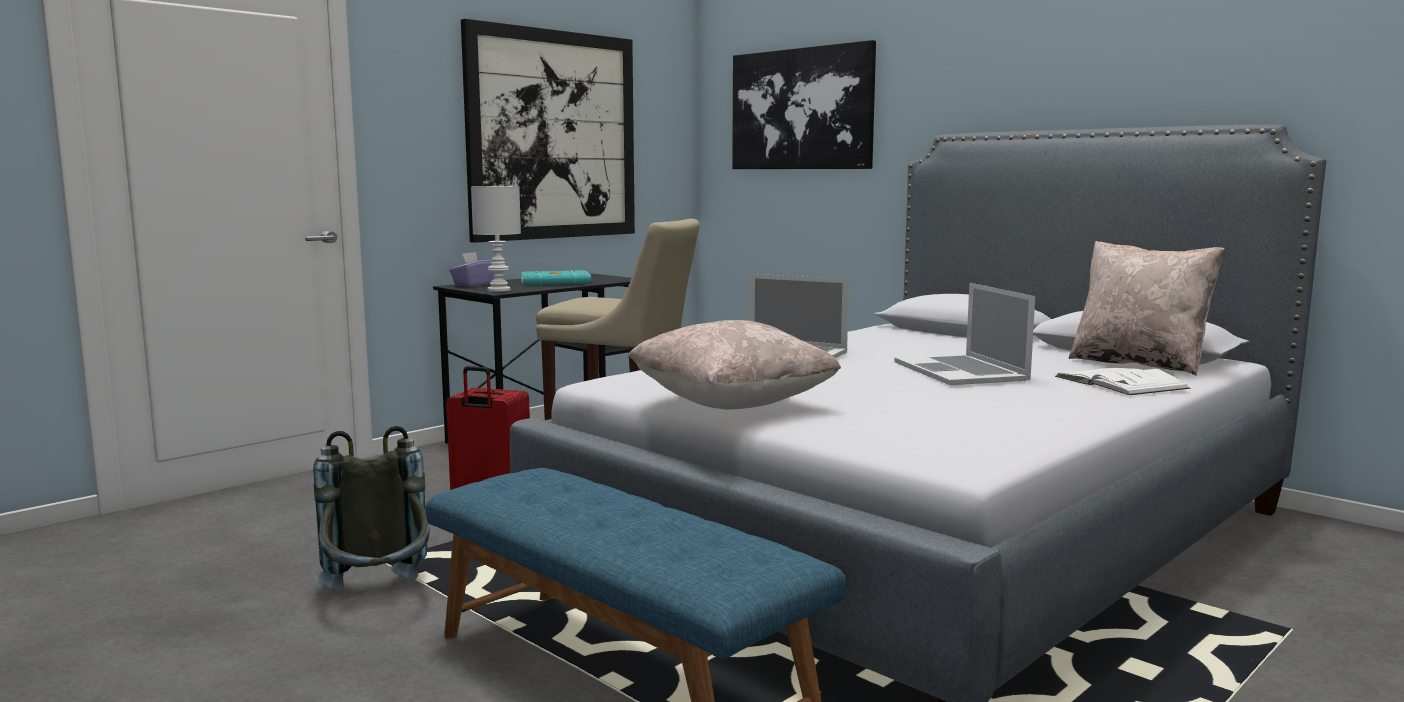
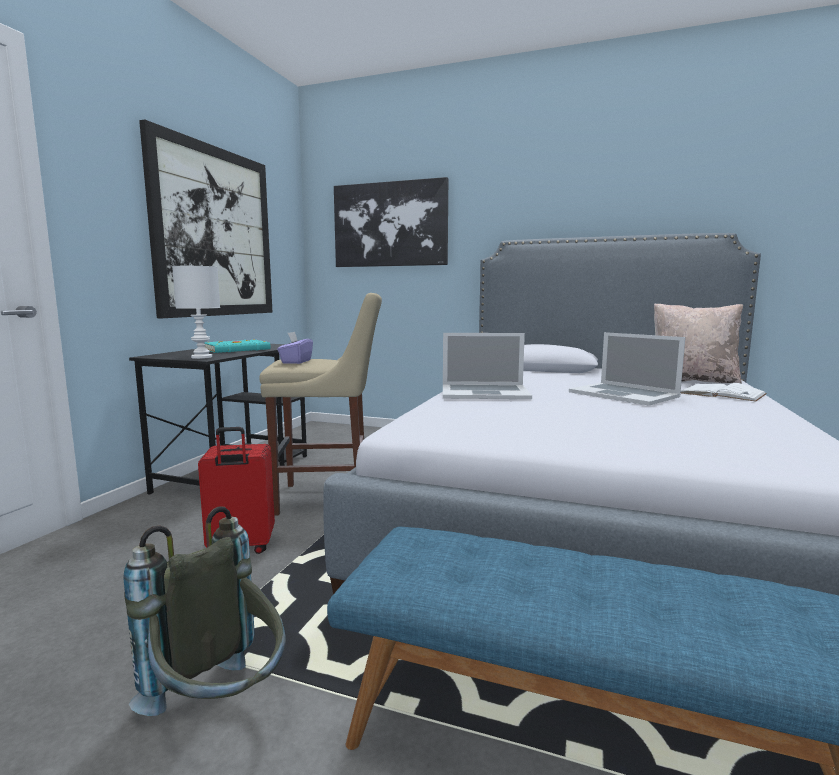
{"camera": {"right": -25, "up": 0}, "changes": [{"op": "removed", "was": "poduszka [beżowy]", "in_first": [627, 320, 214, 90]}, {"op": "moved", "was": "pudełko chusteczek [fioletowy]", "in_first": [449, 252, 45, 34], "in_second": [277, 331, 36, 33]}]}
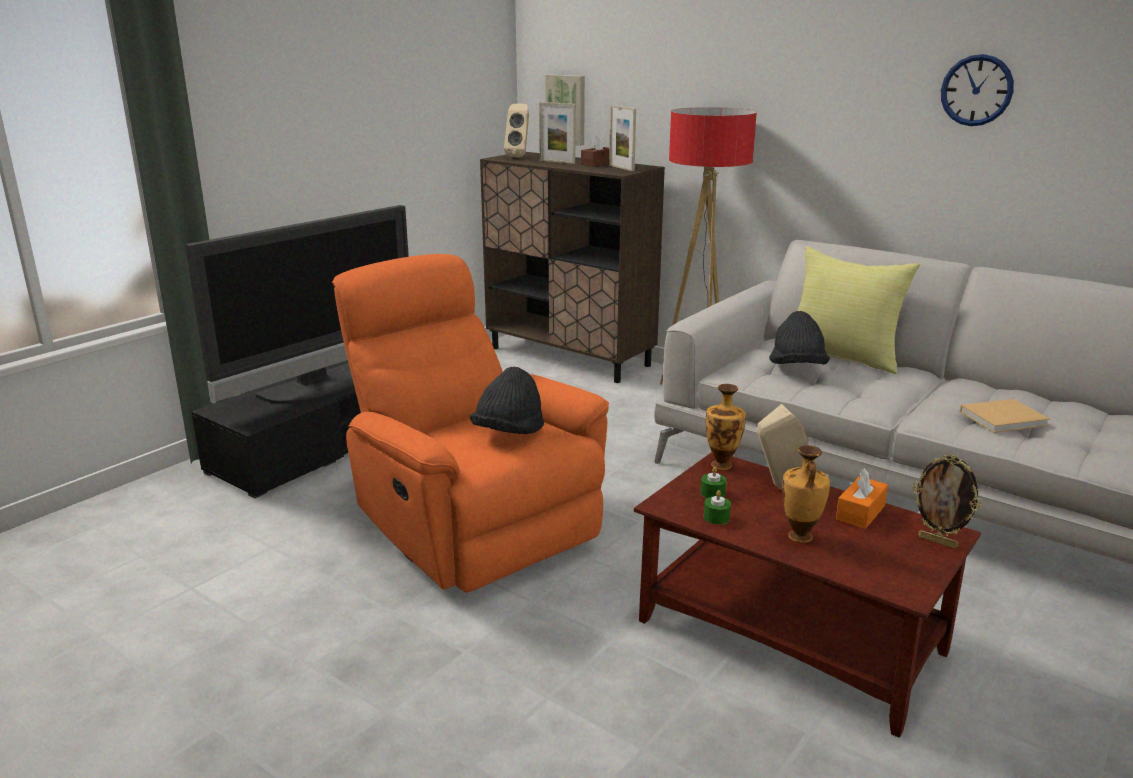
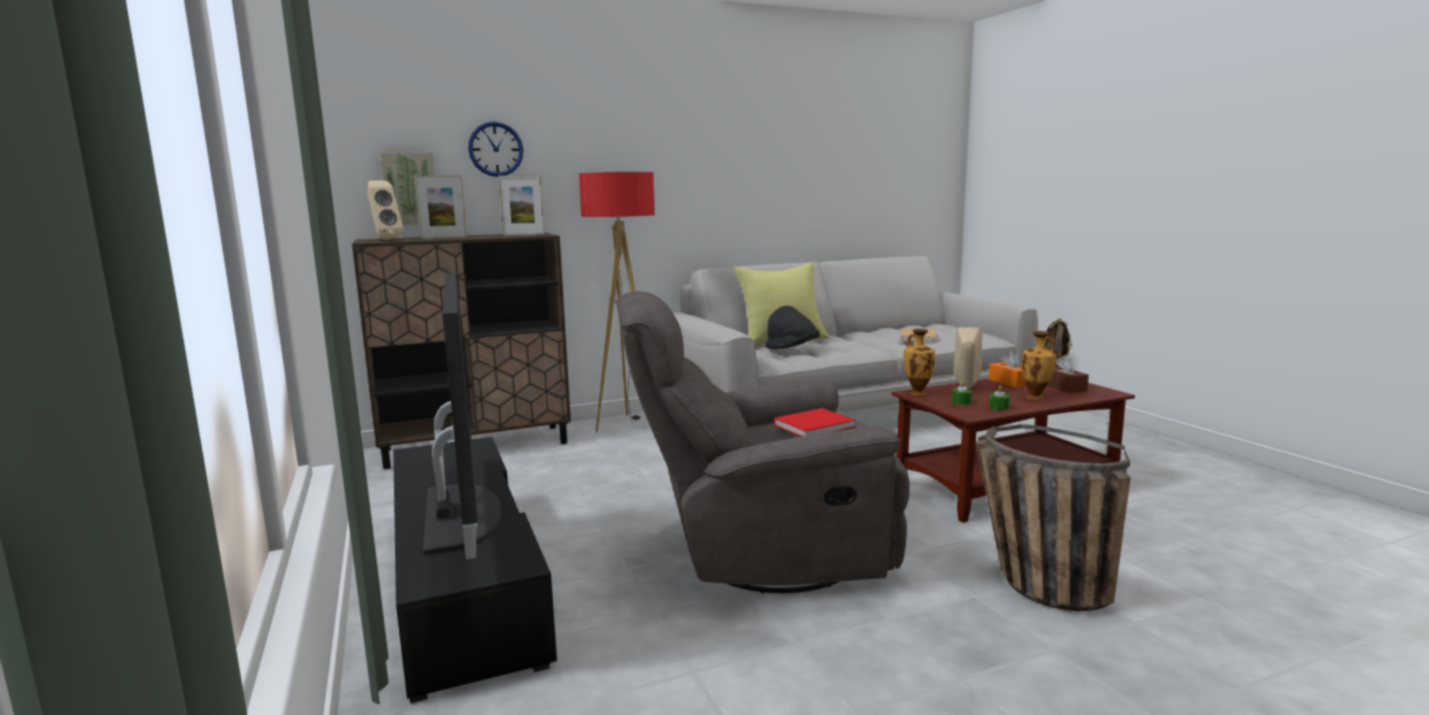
{"camera": {"right": -60, "up": -10}, "changes": [{"op": "added", "now": "koszyk", "in_second": [976, 424, 155, 187]}, {"op": "moved", "was": "pudełko chusteczek [brązowy]", "in_first": [581, 135, 29, 32], "in_second": [1047, 355, 42, 38]}, {"op": "moved", "was": "zegar ścienny", "in_first": [941, 54, 73, 72], "in_second": [468, 122, 55, 55]}, {"op": "replaced", "was": "kapelusz [czarny]", "now": "książka [czerwony]", "in_first": [470, 367, 74, 67], "in_second": [774, 408, 81, 29]}, {"op": "recoloured", "was": "fotel [pomarańczowy]", "now": "fotel [szary]", "in_first": [332, 254, 277, 338], "in_second": [615, 291, 295, 302]}]}
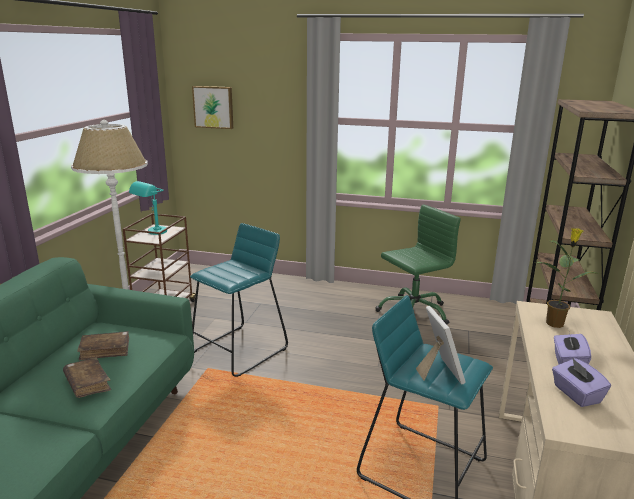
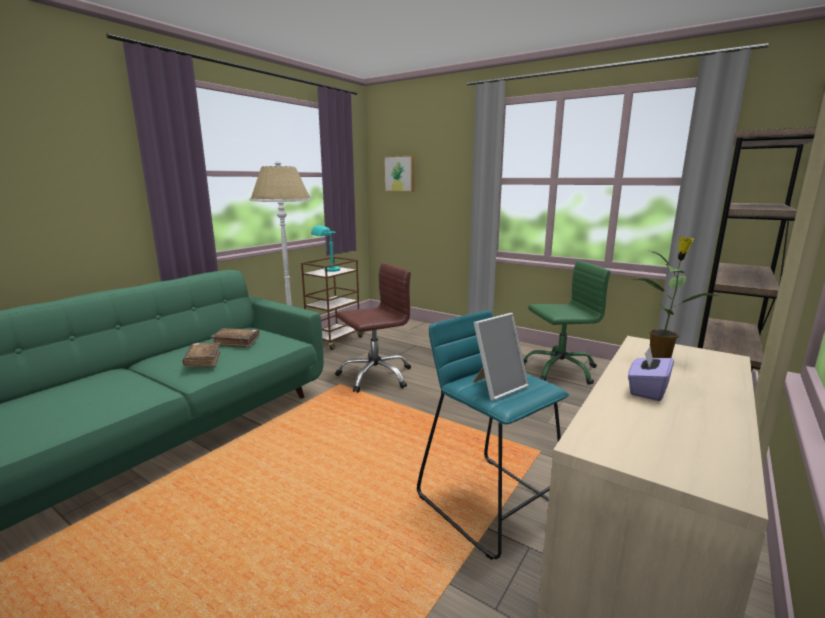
{"camera": {"right": 20, "up": -5}, "changes": [{"op": "removed", "was": "pudełko chusteczek [fioletowy]", "in_first": [552, 358, 59, 49]}, {"op": "replaced", "was": "stołek [turkusowy]", "now": "krzesło biurowe [brązowy]", "in_first": [190, 223, 98, 154], "in_second": [335, 262, 76, 131]}, {"op": "turned", "was": "ramka na zdjęcie", "in_first": [416, 306, 49, 78], "in_second": [473, 313, 56, 88], "clockwise": 45}]}
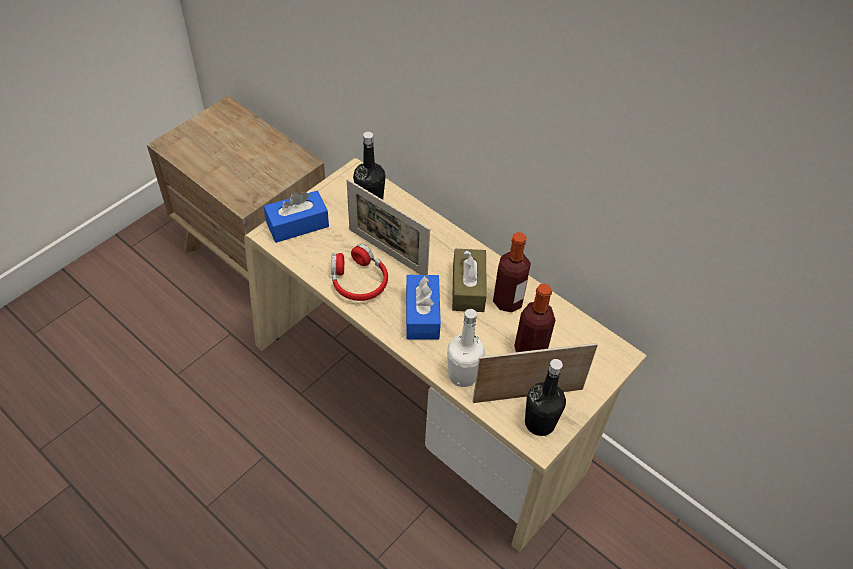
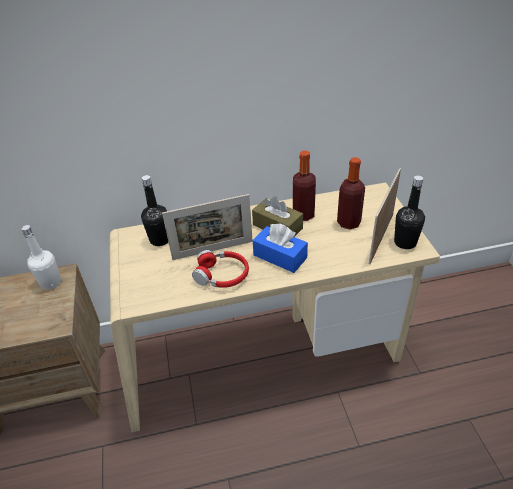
{"camera": {"right": -50, "up": -10}, "changes": [{"op": "removed", "was": "pudełko chusteczek [niebieski]", "in_first": [264, 191, 65, 52]}, {"op": "moved", "was": "butelka [biały]", "in_first": [447, 309, 38, 78], "in_second": [21, 225, 40, 65]}]}
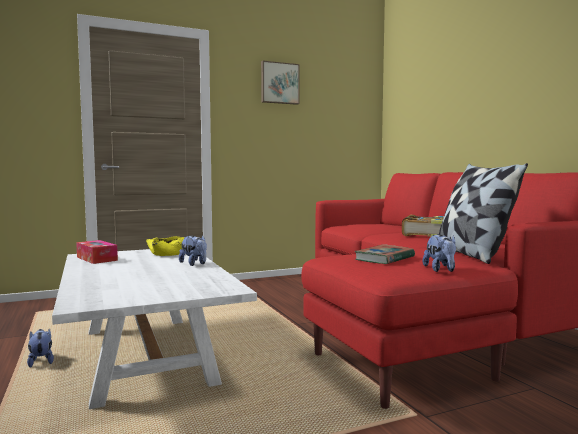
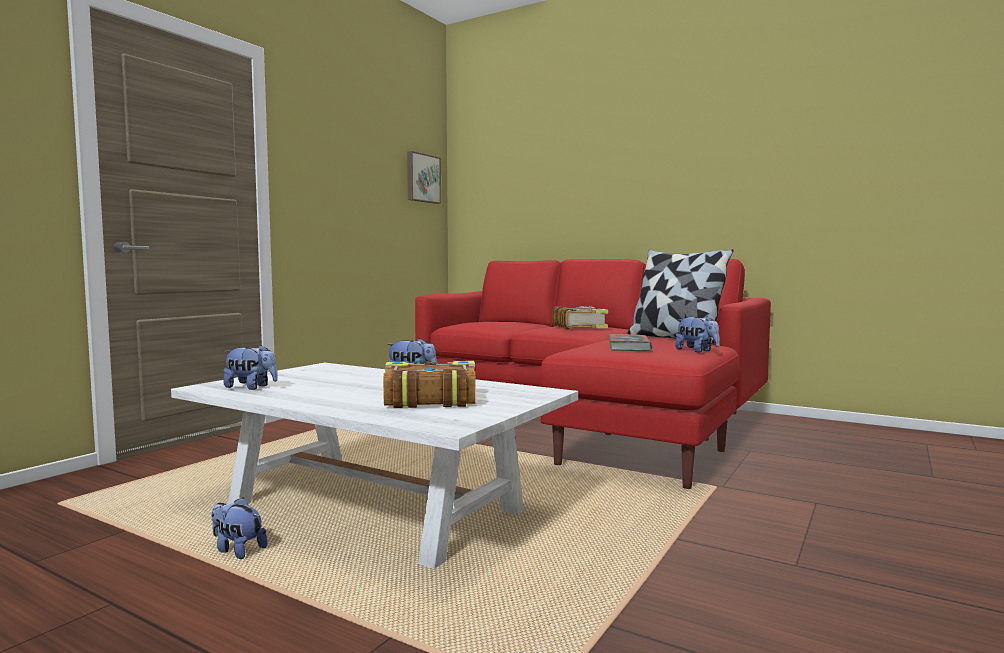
{"camera": {"right": -35, "up": 0}, "changes": [{"op": "removed", "was": "miska [żółty]", "in_first": [146, 236, 38, 20]}, {"op": "added", "now": "książka", "in_second": [383, 361, 93, 47]}, {"op": "moved", "was": "obraz", "in_first": [261, 61, 39, 44], "in_second": [407, 151, 34, 53]}, {"op": "replaced", "was": "pudełko chusteczek", "now": "pluszak", "in_first": [76, 240, 42, 24], "in_second": [223, 345, 55, 45]}]}
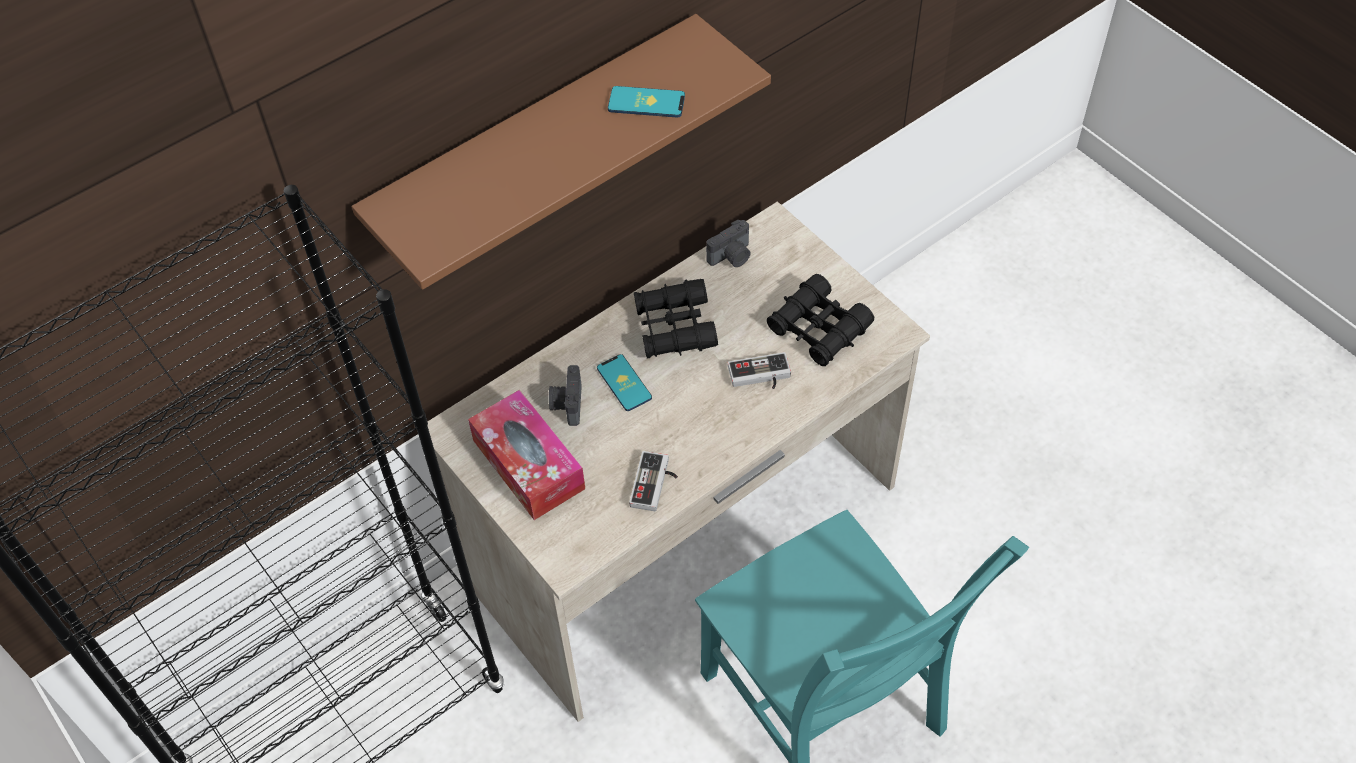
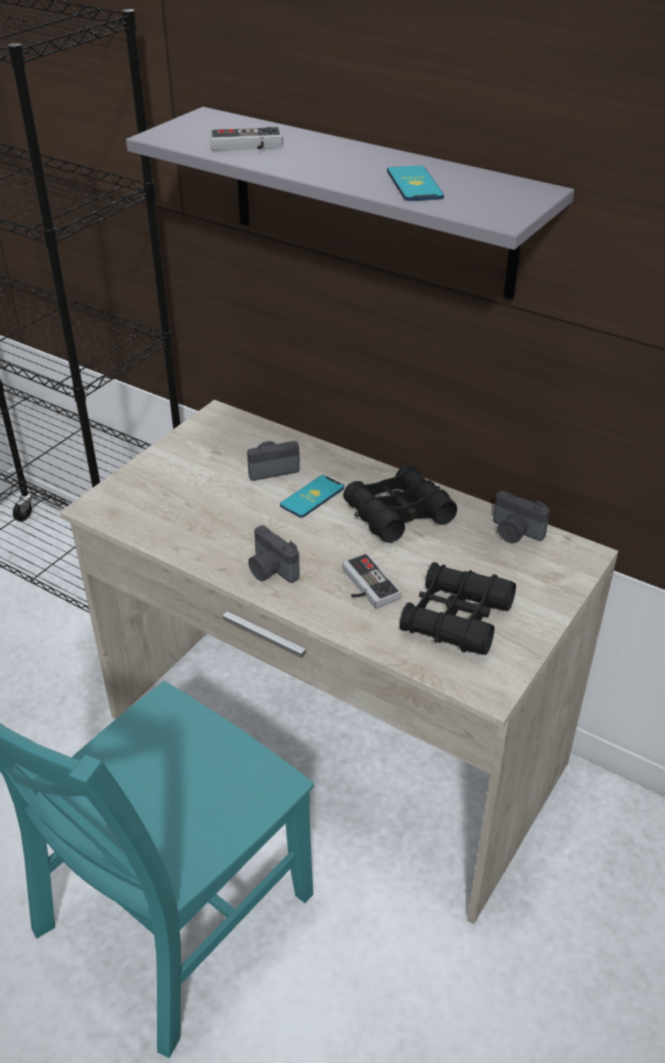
{"camera": {"right": 70, "up": -15}, "changes": [{"op": "removed", "was": "pudełko chusteczek", "in_first": [468, 390, 117, 130]}, {"op": "added", "now": "aparat fotograficzny", "in_second": [248, 525, 51, 58]}, {"op": "moved", "was": "pad do gier", "in_first": [629, 451, 49, 60], "in_second": [210, 127, 73, 24]}, {"op": "recoloured", "was": "półka [brązowy]", "now": "półka [szary]", "in_first": [352, 14, 419, 276], "in_second": [126, 107, 448, 192]}]}
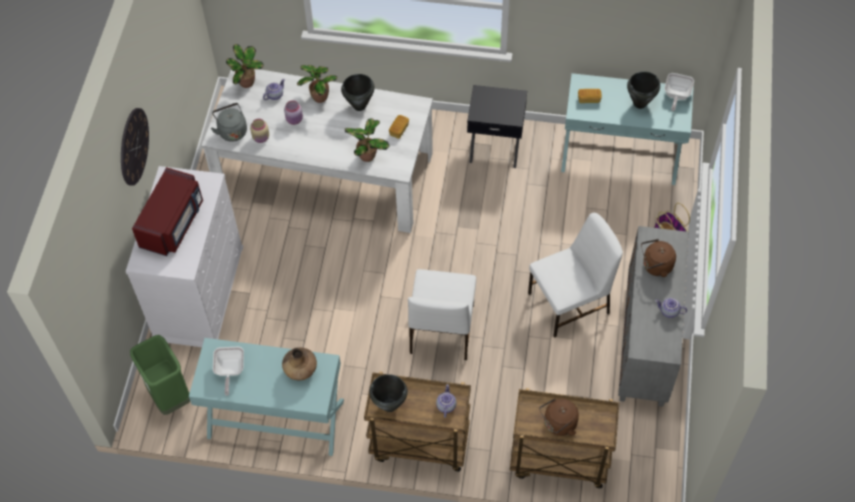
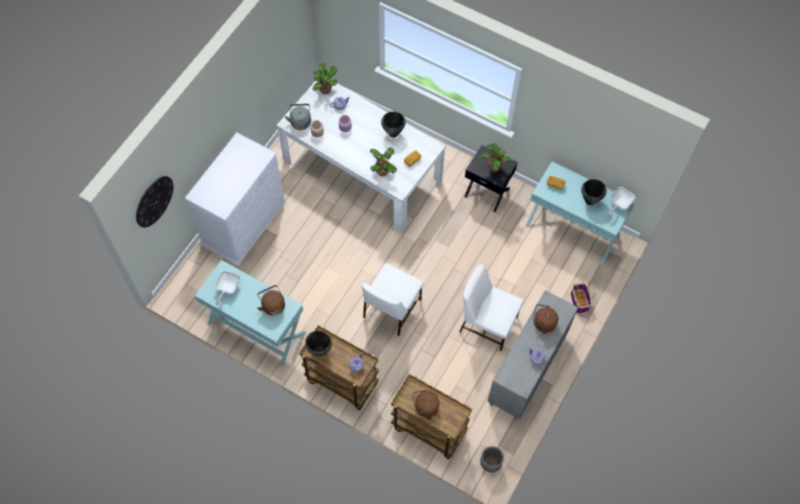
{"camera": {"right": 20, "up": 5}, "changes": [{"op": "removed", "was": "kosz na śmieci [zielony]", "in_first": [130, 335, 60, 80]}, {"op": "removed", "was": "mikrofalówka [czerwony]", "in_first": [132, 167, 71, 89]}, {"op": "added", "now": "donica [szary]", "in_second": [480, 446, 24, 26]}, {"op": "moved", "was": "zegar ścienny", "in_first": [121, 108, 28, 78], "in_second": [136, 176, 38, 52]}, {"op": "moved", "was": "roślina doniczkowa", "in_first": [297, 65, 41, 38], "in_second": [480, 143, 31, 29]}, {"op": "replaced", "was": "wazon [brązowy]", "now": "czajnik [brązowy]", "in_first": [282, 348, 35, 32], "in_second": [257, 285, 28, 31]}, {"op": "turned", "was": "krzesło [biały]", "in_first": [528, 213, 95, 125], "in_second": [459, 264, 65, 87], "clockwise": -150}]}
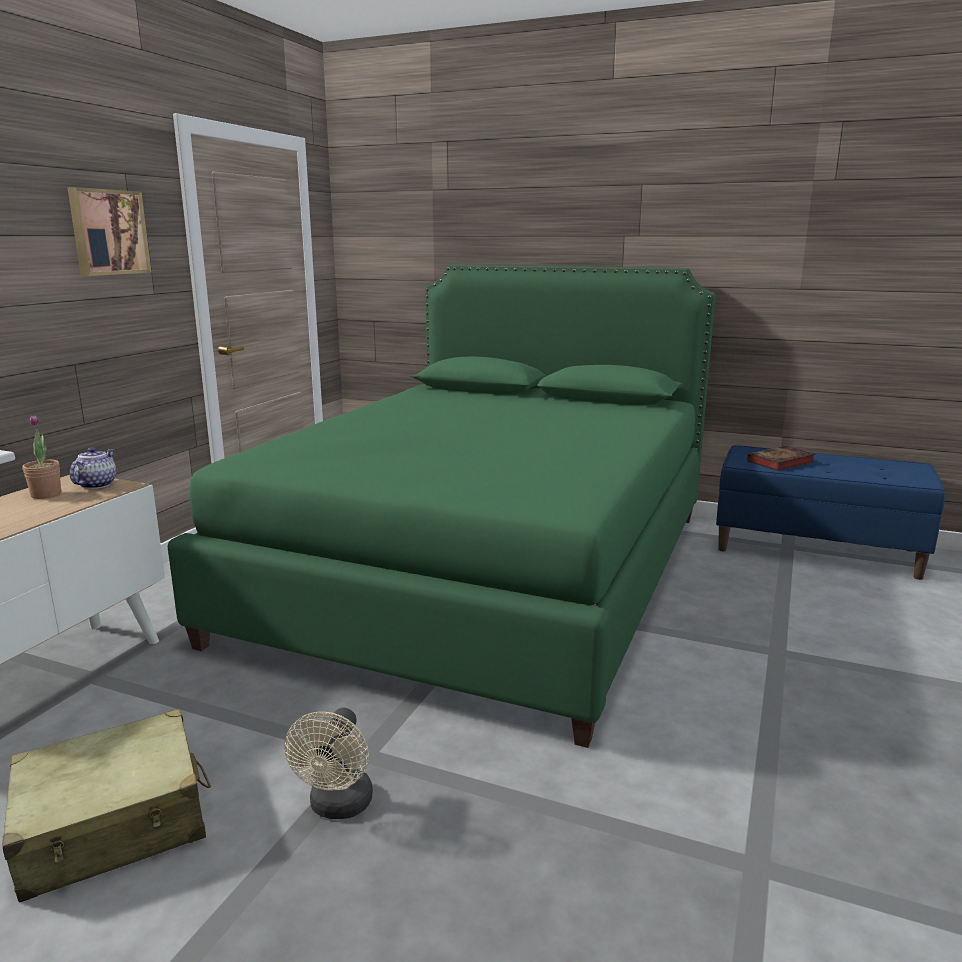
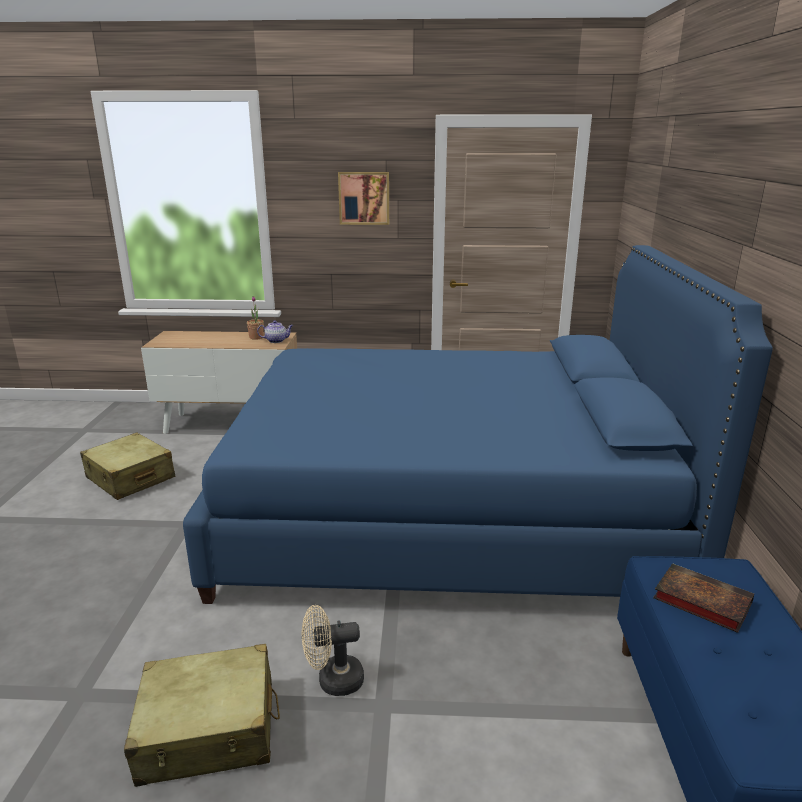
{"camera": {"right": 70, "up": 5}, "changes": [{"op": "added", "now": "walizka [beżowy]", "in_second": [124, 644, 156, 143]}, {"op": "moved", "was": "wentylator [beżowy]", "in_first": [285, 708, 88, 111], "in_second": [302, 605, 62, 91]}, {"op": "recoloured", "was": "łóżko [zielony]", "now": "łóżko [niebieski]", "in_first": [168, 265, 548, 483], "in_second": [183, 245, 590, 359]}]}
